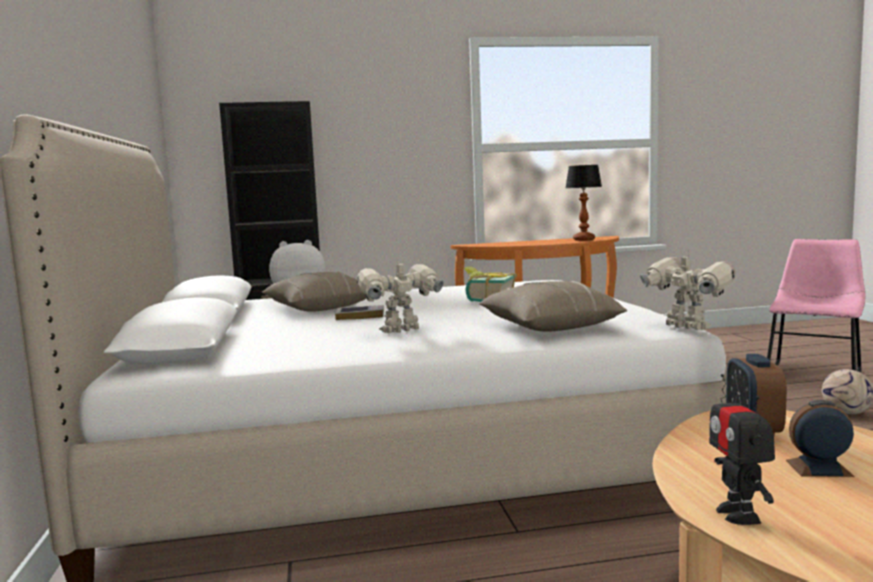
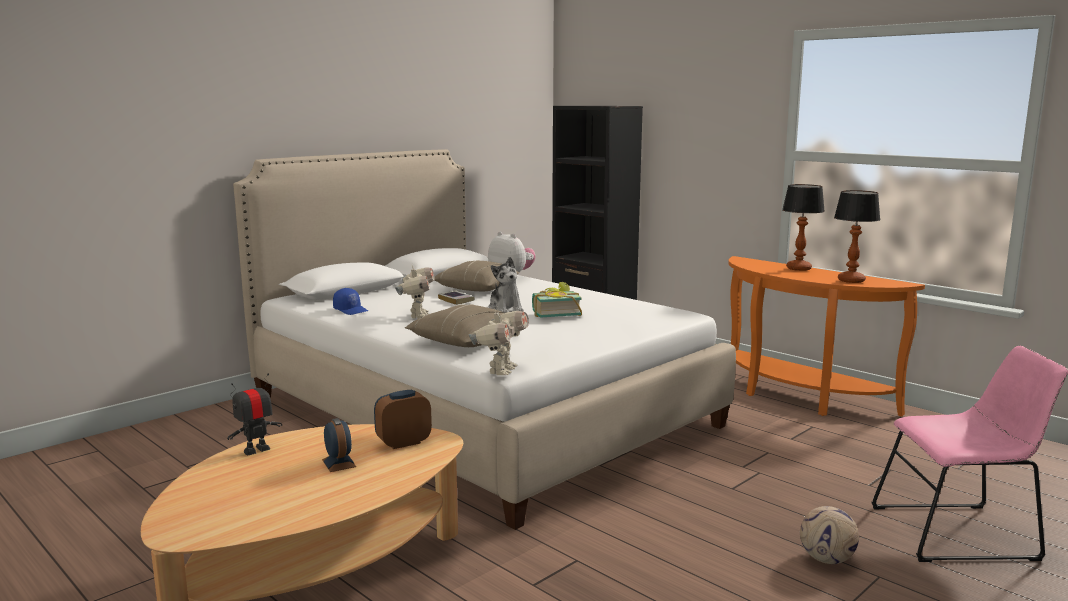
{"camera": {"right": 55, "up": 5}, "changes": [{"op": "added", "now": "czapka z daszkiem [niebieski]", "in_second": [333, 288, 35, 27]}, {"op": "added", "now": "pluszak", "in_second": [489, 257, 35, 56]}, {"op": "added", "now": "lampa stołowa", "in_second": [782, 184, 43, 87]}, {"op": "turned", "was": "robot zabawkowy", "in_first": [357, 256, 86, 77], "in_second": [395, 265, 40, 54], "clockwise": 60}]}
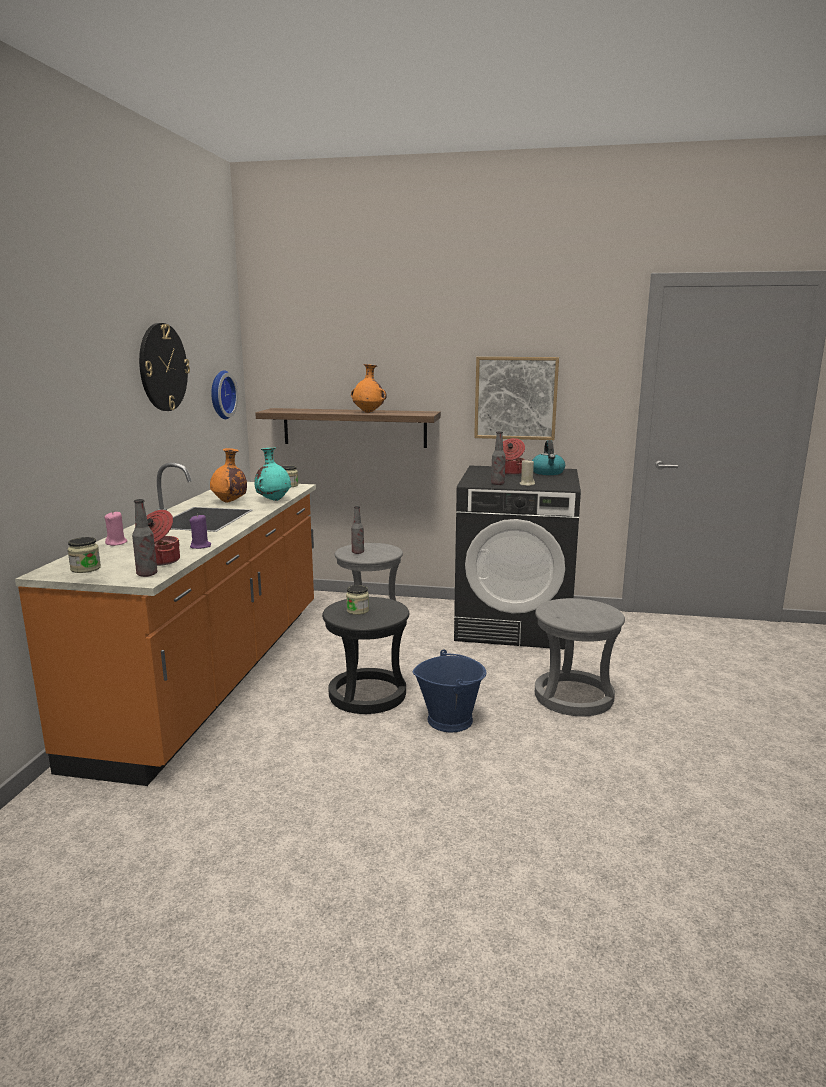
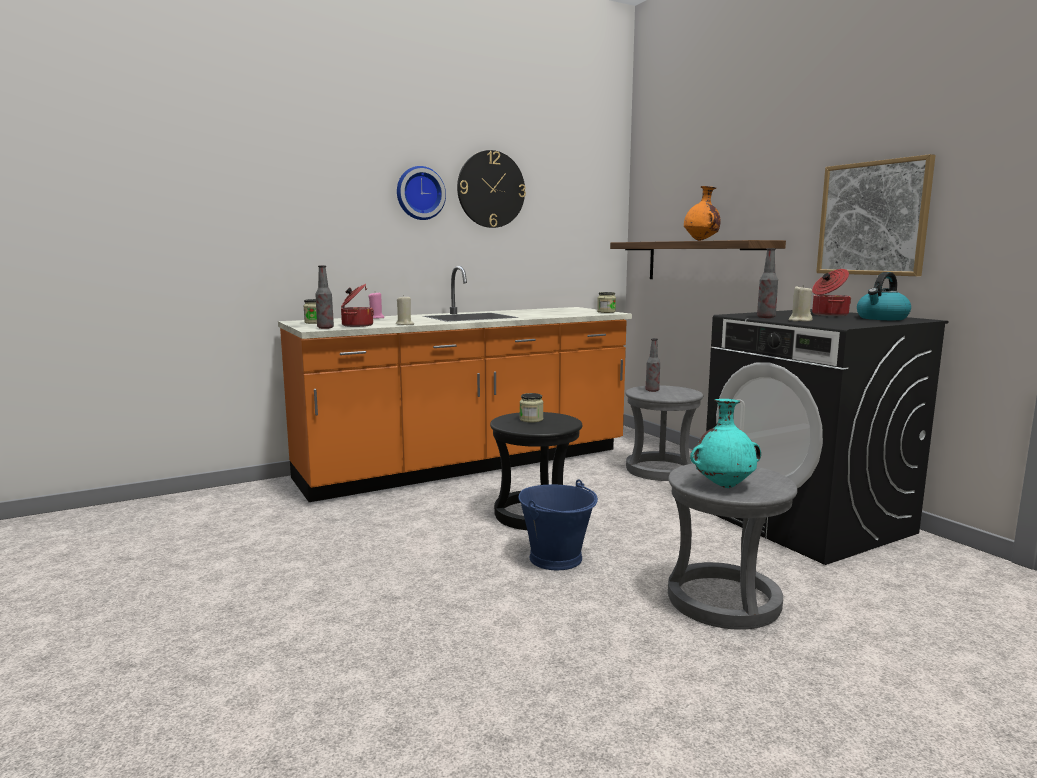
{"camera": {"right": 50, "up": -5}, "changes": [{"op": "removed", "was": "wazon [pomarańczowy]", "in_first": [210, 448, 37, 55]}, {"op": "moved", "was": "zegar ścienny", "in_first": [211, 370, 27, 49], "in_second": [397, 166, 49, 54]}, {"op": "moved", "was": "wazon [turkusowy]", "in_first": [254, 448, 37, 53], "in_second": [690, 399, 71, 89]}, {"op": "recoloured", "was": "świeca [fioletowy]", "now": "świeca [beżowy]", "in_first": [189, 514, 22, 35], "in_second": [396, 295, 18, 30]}]}
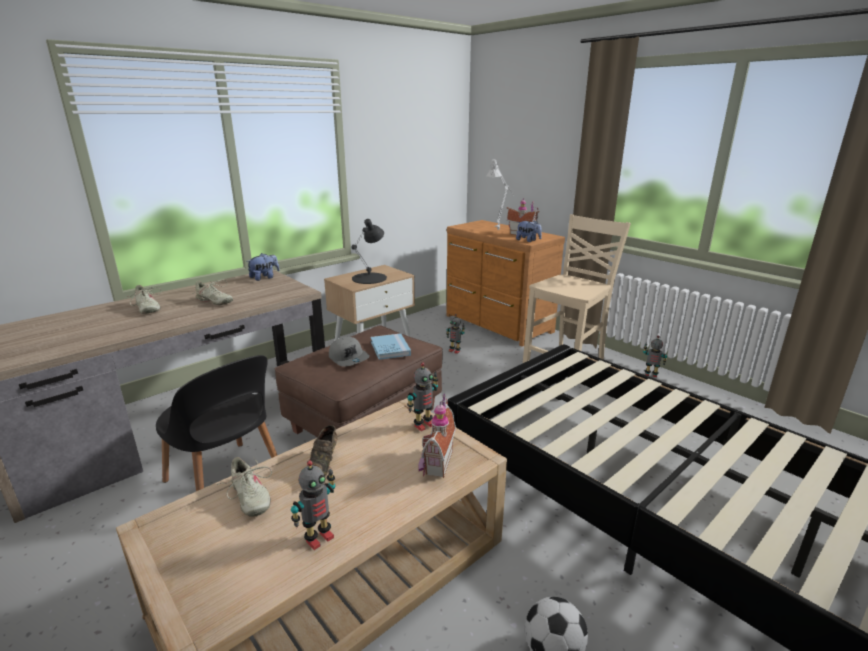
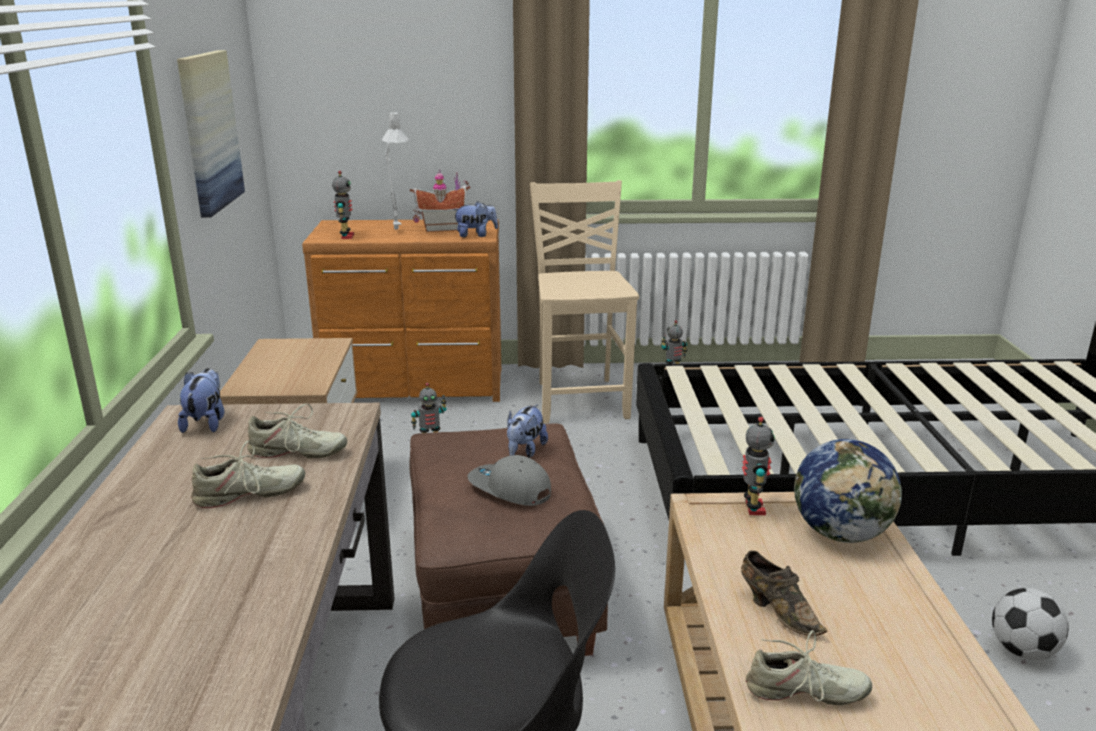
{"camera": {"right": -50, "up": 0}, "changes": [{"op": "removed", "was": "lampa stołowa [czarny]", "in_first": [351, 219, 36, 65]}, {"op": "added", "now": "obraz", "in_second": [177, 50, 68, 167]}, {"op": "moved", "was": "but [beżowy]", "in_first": [125, 285, 37, 29], "in_second": [247, 403, 100, 55]}, {"op": "moved", "was": "robot zabawkowy", "in_first": [291, 460, 44, 90], "in_second": [332, 171, 22, 68]}, {"op": "replaced", "was": "książka [niebieski]", "now": "pluszak", "in_first": [371, 333, 40, 27], "in_second": [507, 404, 41, 54]}, {"op": "replaced", "was": "domek", "now": "globus", "in_first": [419, 394, 37, 84], "in_second": [794, 439, 108, 104]}, {"op": "turned", "was": "czapka z daszkiem [szary]", "in_first": [329, 337, 41, 30], "in_second": [467, 455, 84, 51], "clockwise": -150}]}
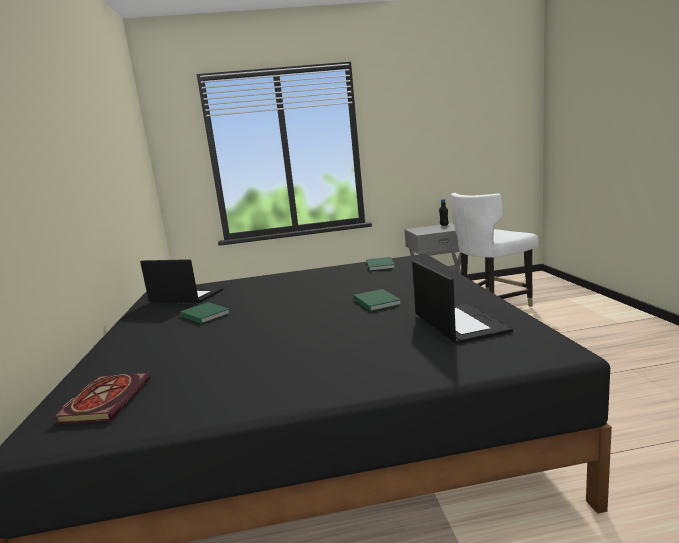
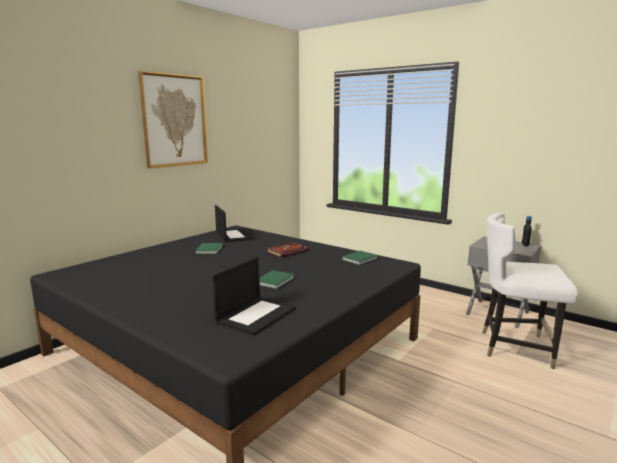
{"camera": {"right": 45, "up": 0}, "changes": [{"op": "added", "now": "obraz", "in_second": [138, 71, 70, 97]}, {"op": "moved", "was": "książka", "in_first": [52, 373, 99, 52], "in_second": [266, 242, 43, 15]}]}
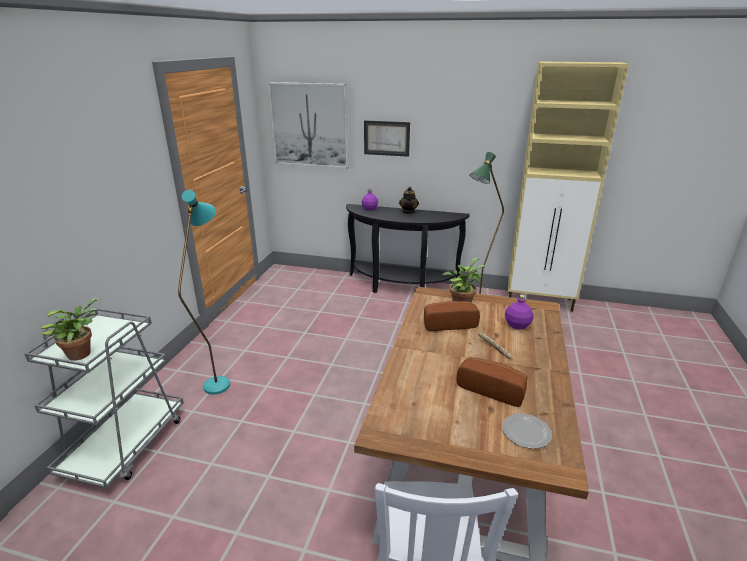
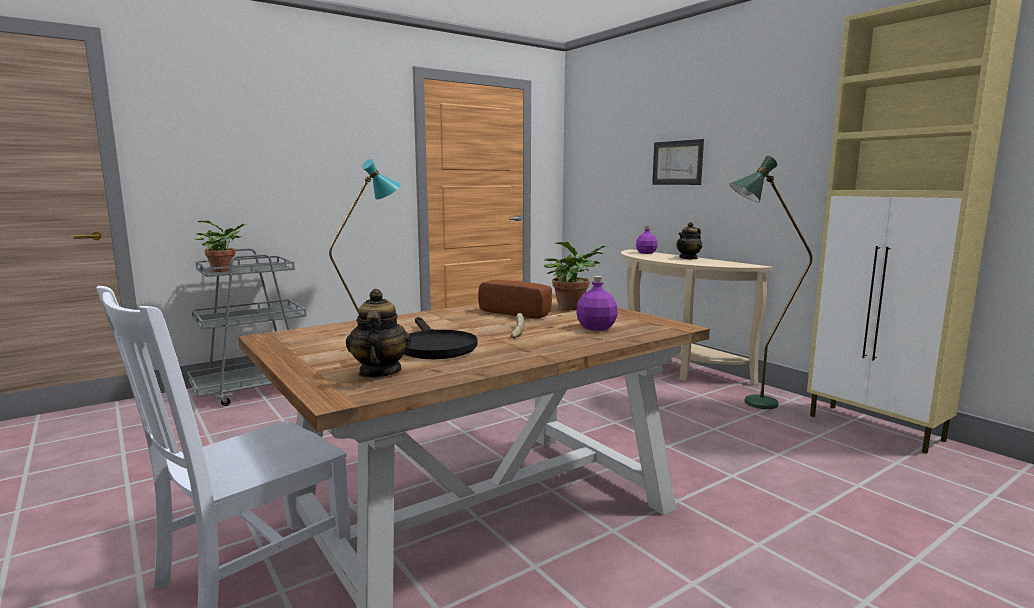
{"camera": {"right": 40, "up": -15}, "changes": [{"op": "removed", "was": "obraz", "in_first": [268, 82, 81, 87]}, {"op": "replaced", "was": "chleb", "now": "patelnia [czarny]", "in_first": [457, 357, 71, 50], "in_second": [404, 317, 74, 42]}, {"op": "replaced", "was": "talerz", "now": "imbryk", "in_first": [502, 413, 50, 36], "in_second": [346, 289, 65, 89]}, {"op": "recoloured", "was": "stolik konsolowy [czarny]", "now": "stolik konsolowy [beżowy]", "in_first": [346, 204, 124, 89], "in_second": [621, 249, 152, 136]}]}
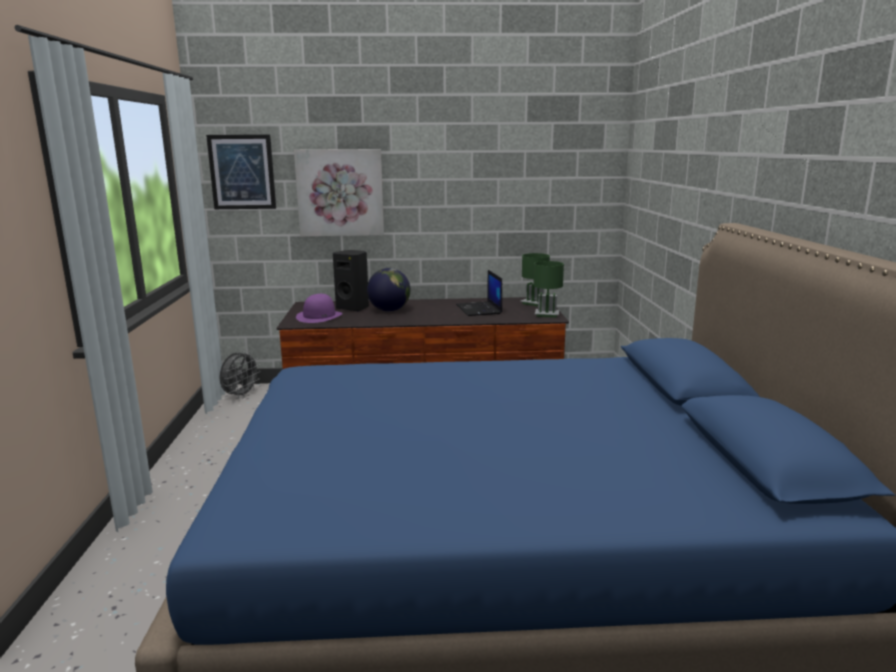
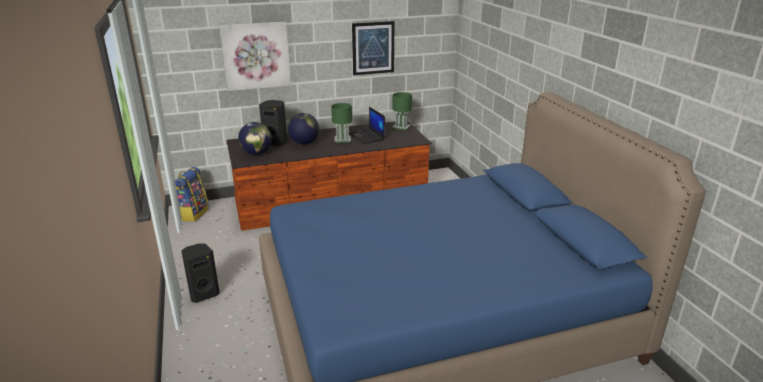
{"camera": {"right": -15, "up": 10}, "changes": [{"op": "added", "now": "głośnik [czarny]", "in_second": [181, 244, 39, 59]}, {"op": "moved", "was": "obraz", "in_first": [206, 134, 70, 75], "in_second": [352, 21, 43, 54]}, {"op": "moved", "was": "lampa stołowa [zielony]", "in_first": [533, 261, 31, 57], "in_second": [331, 103, 21, 40]}, {"op": "replaced", "was": "wentylator [szary]", "now": "plecak", "in_first": [219, 351, 42, 48], "in_second": [175, 167, 34, 55]}, {"op": "replaced", "was": "kapelusz [fioletowy]", "now": "globus", "in_first": [296, 294, 47, 29], "in_second": [238, 122, 34, 33]}]}
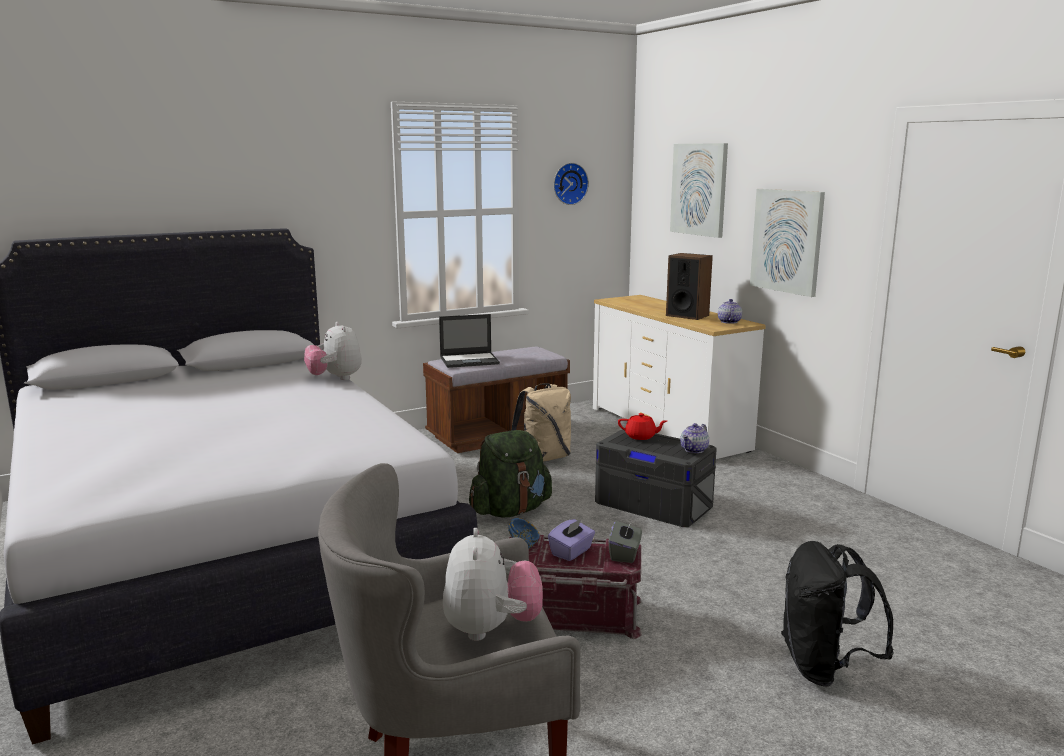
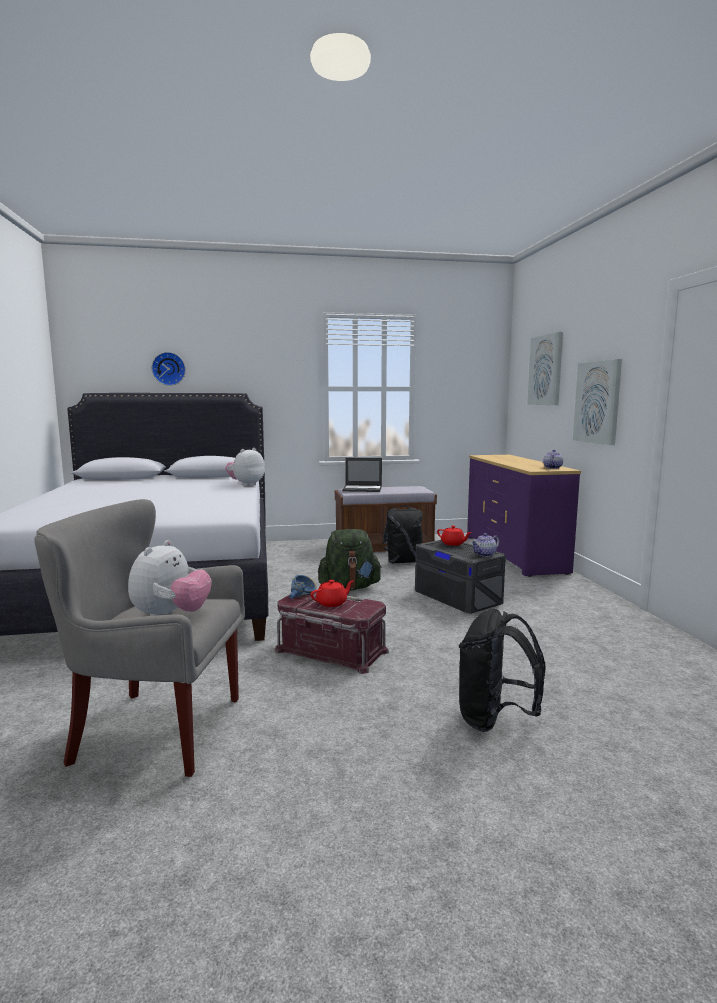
{"camera": {"right": 20, "up": -5}, "changes": [{"op": "removed", "was": "pudełko chusteczek [szary]", "in_first": [608, 520, 34, 43]}, {"op": "removed", "was": "głośnik", "in_first": [666, 253, 47, 67]}, {"op": "moved", "was": "zegar ścienny", "in_first": [554, 163, 35, 42], "in_second": [152, 352, 34, 34]}, {"op": "replaced", "was": "pudełko chusteczek [fioletowy]", "now": "imbryk [czerwony]", "in_first": [548, 518, 47, 43], "in_second": [310, 580, 44, 27]}, {"op": "recoloured", "was": "plecak [beżowy]", "now": "plecak [czarny]", "in_first": [511, 383, 60, 79], "in_second": [382, 506, 41, 57]}, {"op": "recoloured", "was": "komoda [biały]", "now": "komoda [fioletowy]", "in_first": [593, 295, 173, 164], "in_second": [467, 455, 114, 122]}, {"op": "turned", "was": "pluszak", "in_first": [304, 322, 58, 58], "in_second": [225, 448, 40, 38], "clockwise": 45}]}
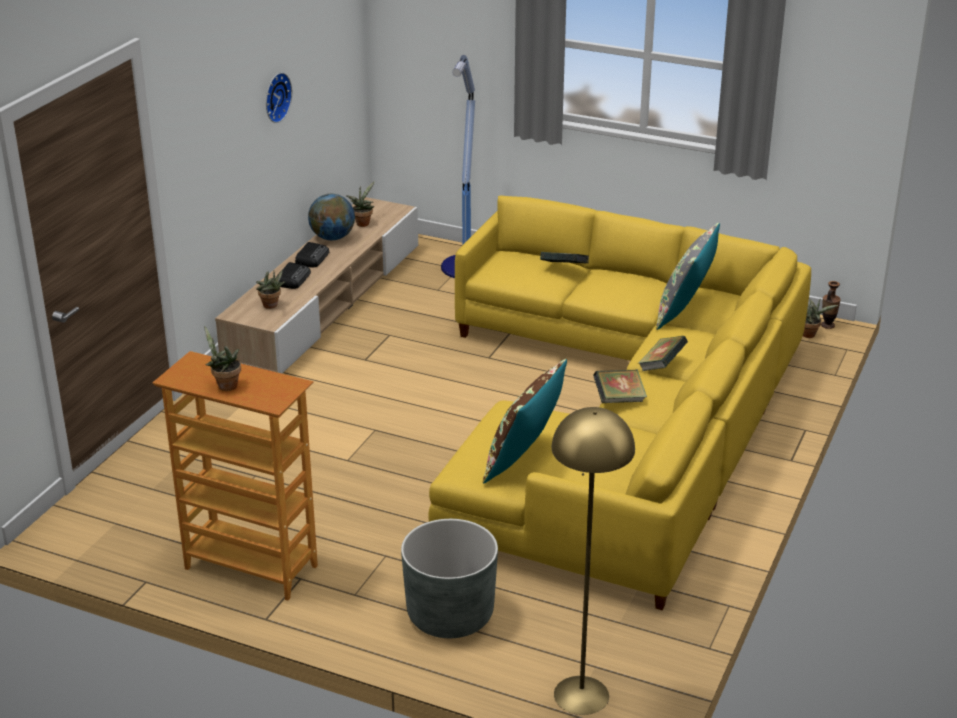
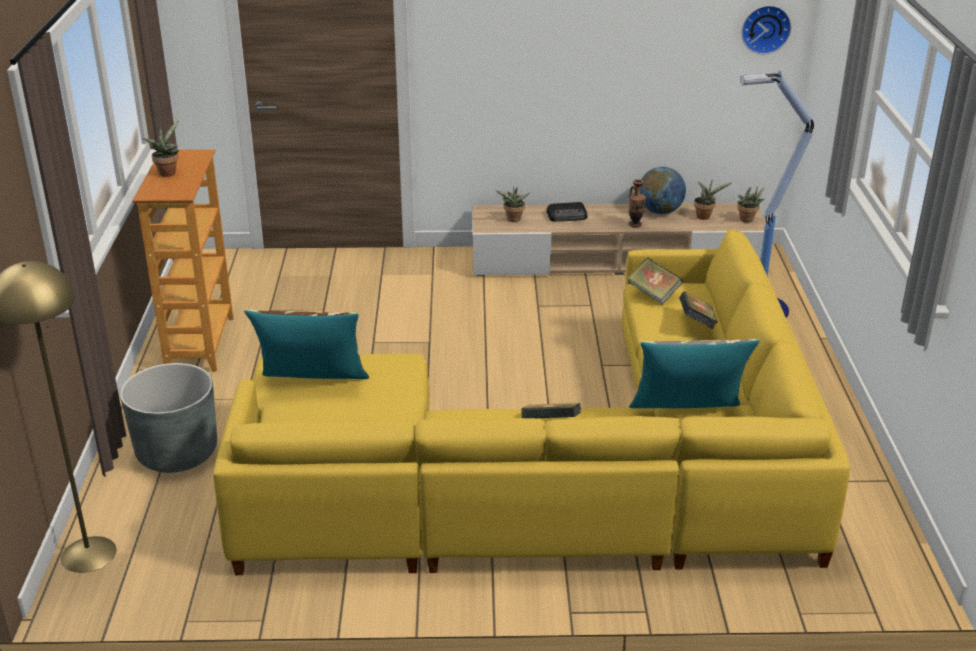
{"camera": {"right": 65, "up": 0}, "changes": [{"op": "removed", "was": "radio", "in_first": [295, 242, 34, 26]}, {"op": "moved", "was": "zegar ścienny", "in_first": [266, 73, 26, 50], "in_second": [741, 5, 50, 49]}, {"op": "moved", "was": "książka", "in_first": [593, 369, 54, 34], "in_second": [627, 257, 56, 48]}, {"op": "moved", "was": "roślina doniczkowa", "in_first": [803, 298, 35, 40], "in_second": [737, 186, 28, 37]}, {"op": "moved", "was": "wazon", "in_first": [821, 281, 20, 48], "in_second": [628, 179, 18, 49]}]}
